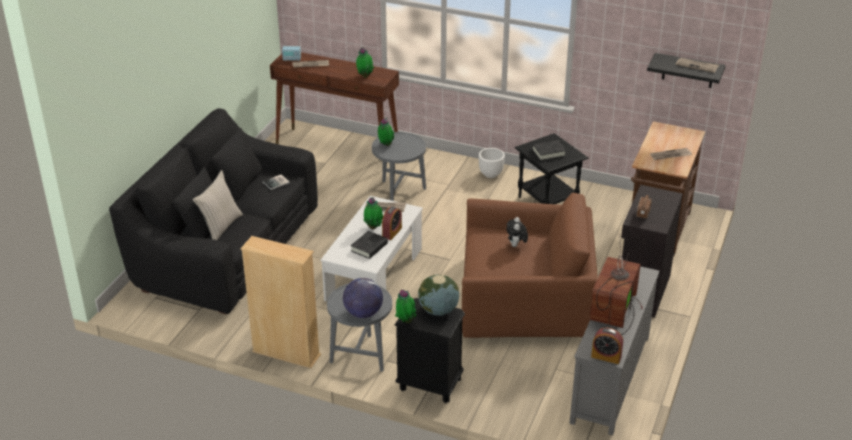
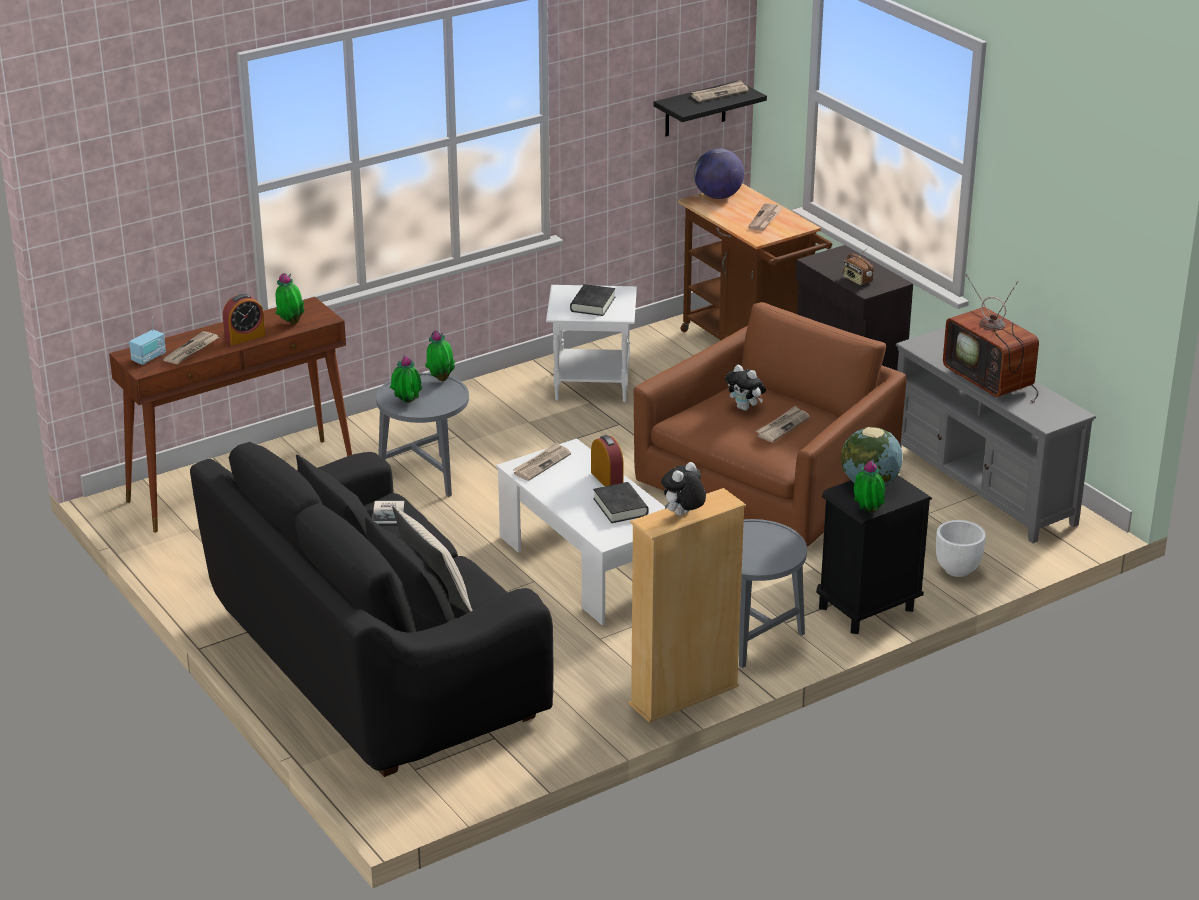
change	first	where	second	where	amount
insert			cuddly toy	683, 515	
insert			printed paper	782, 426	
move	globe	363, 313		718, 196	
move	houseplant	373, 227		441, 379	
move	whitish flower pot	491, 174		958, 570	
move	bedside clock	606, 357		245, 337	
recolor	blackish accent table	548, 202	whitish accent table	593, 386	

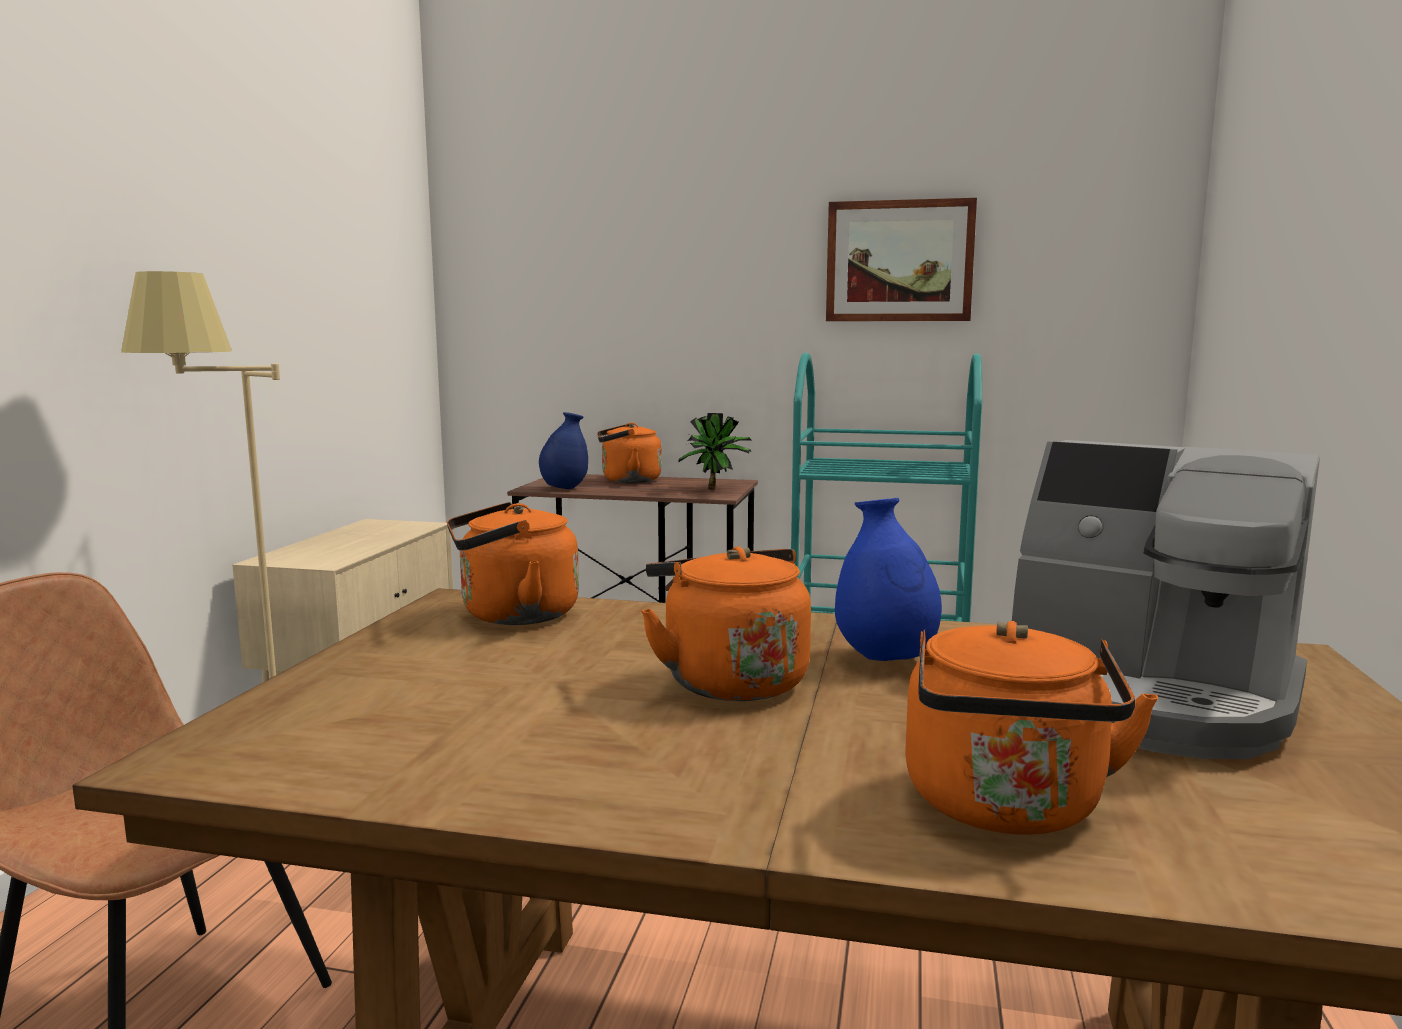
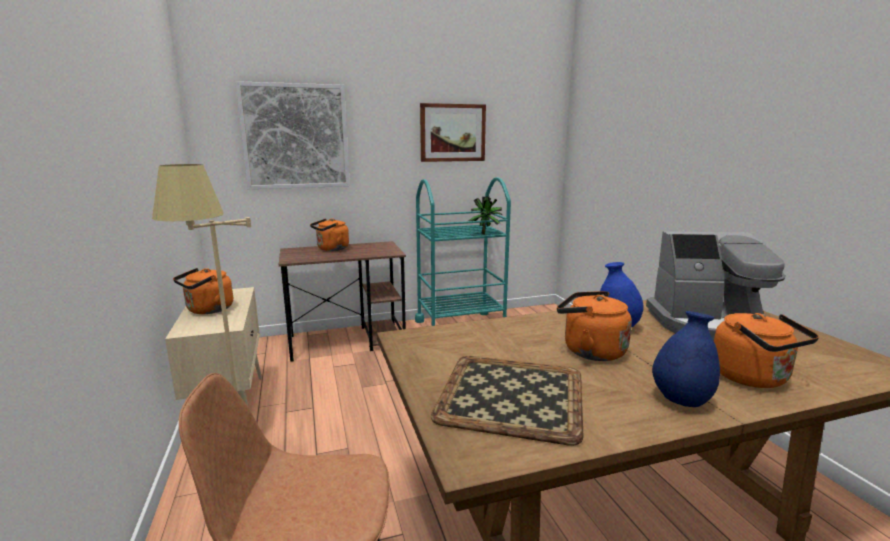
change	first	where	second	where	amount
insert			wall picture	295, 137	
insert			carrying tray	510, 396	
move	orange-coloured water kettle	512, 616		208, 310	
move	bluish decorative vase	564, 488		681, 400	
move	houseplant	717, 489		485, 234	

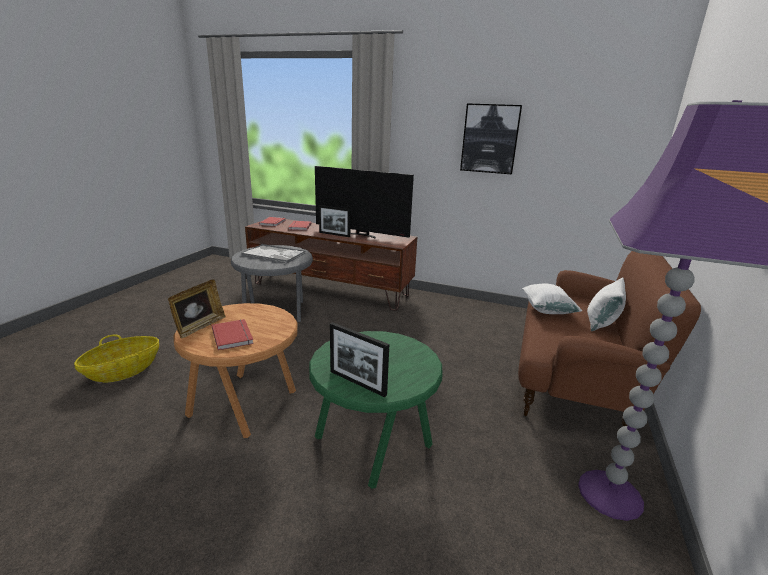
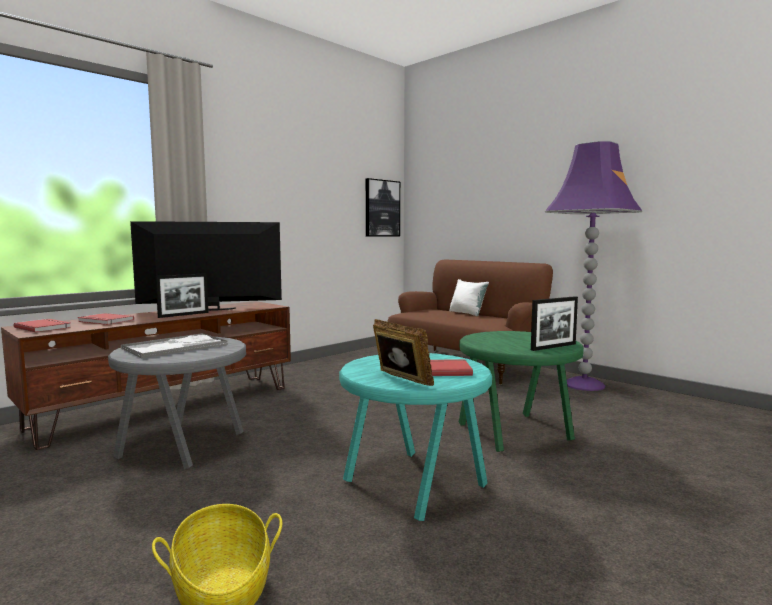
change	first	where	second	where	amount
delete	whitish cushion	547, 310			
move	wall picture	490, 139		382, 208	
recolor	brown-coloured accent table	245, 403	turquoise accent table	413, 482	
rotate	TV	362, 235		211, 309	150 degrees counterclockwise

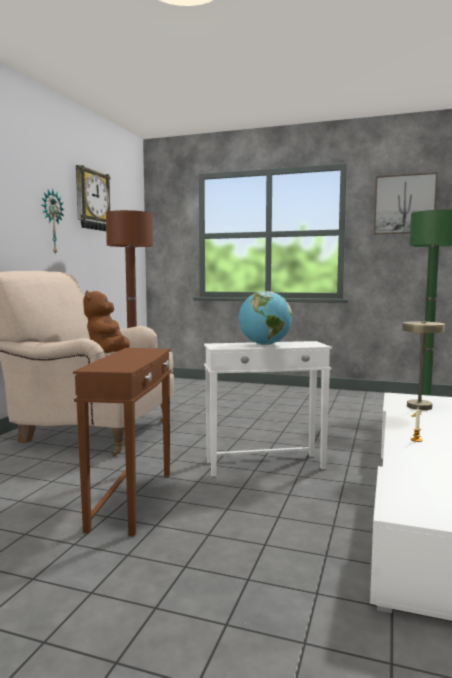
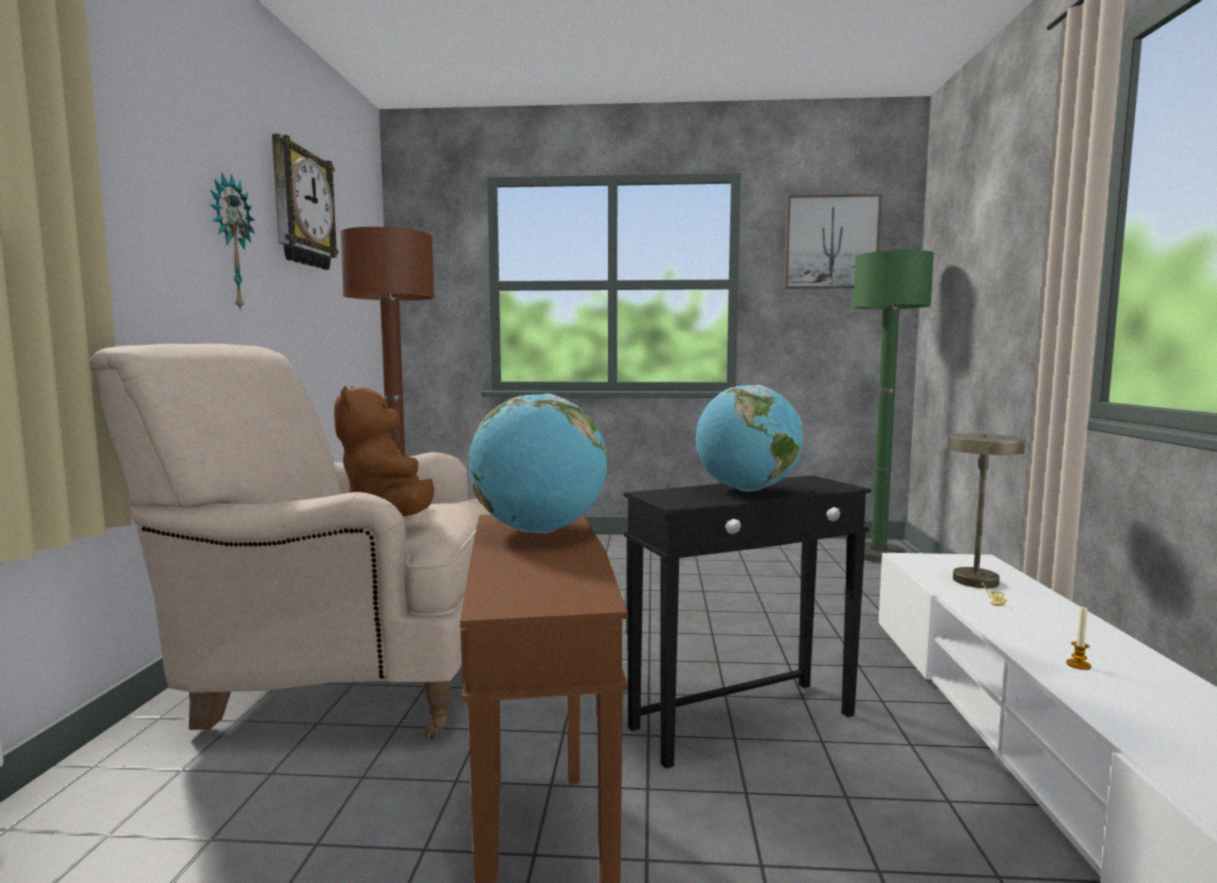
change	first	where	second	where	amount
insert			globe	539, 531	
recolor	whitish accent table	265, 465	blackish accent table	744, 721	

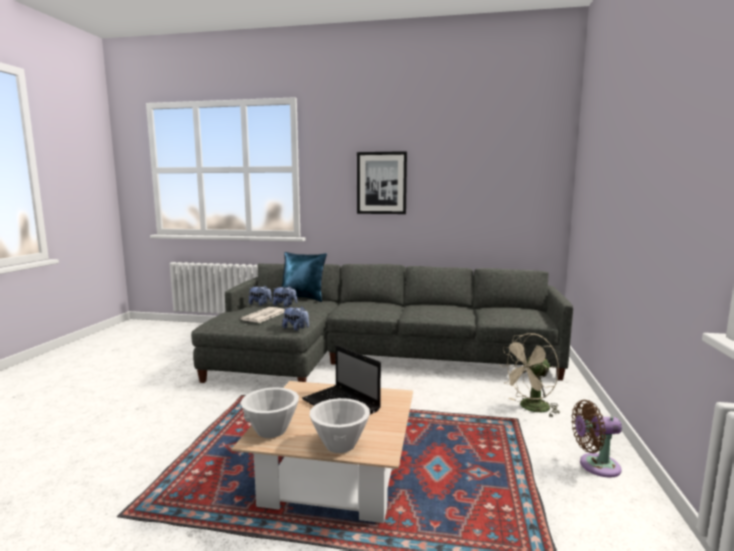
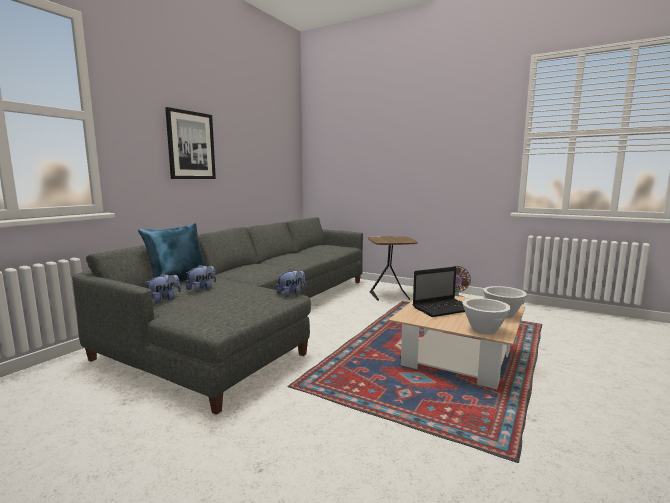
change	first	where	second	where	amount
delete	printed paper	264, 316			
replace	sand-coloured cooling fan	530, 408	brown-coloured accent table	390, 296	

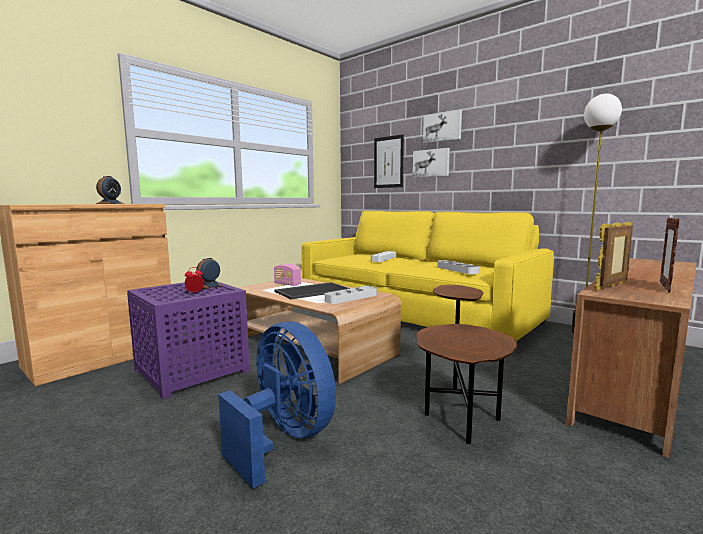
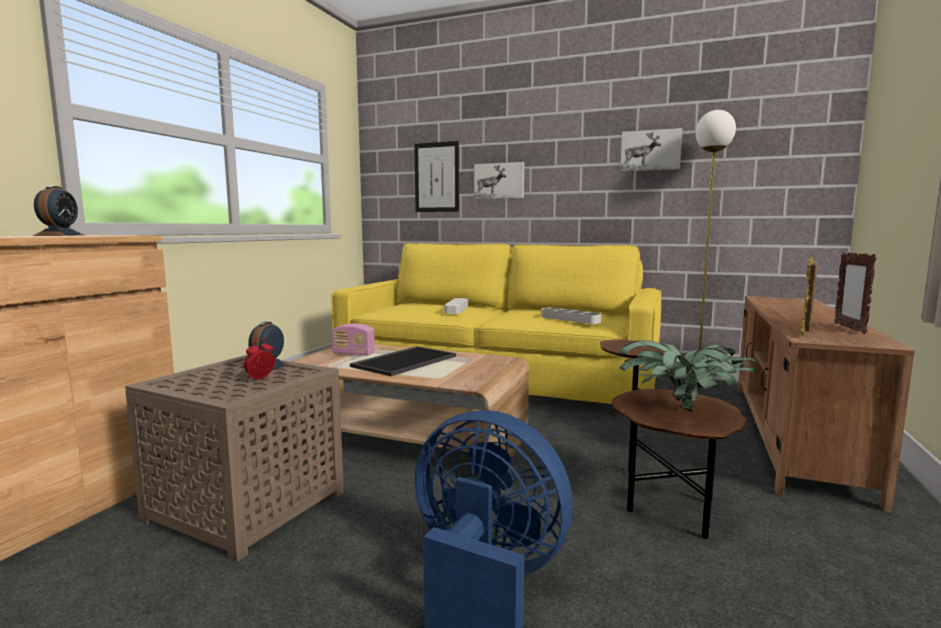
change	first	where	second	where	amount
delete	greyish carrying tray	351, 298			
insert			houseplant	682, 410	
move	wall picture	442, 127		650, 150	
recolor	purple accent table	191, 371	brown-coloured accent table	247, 507	

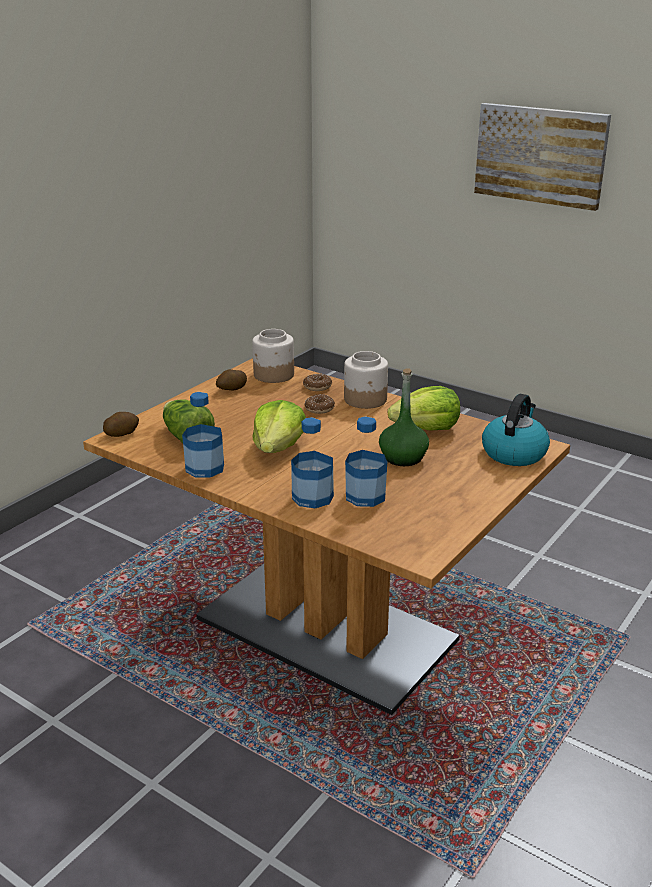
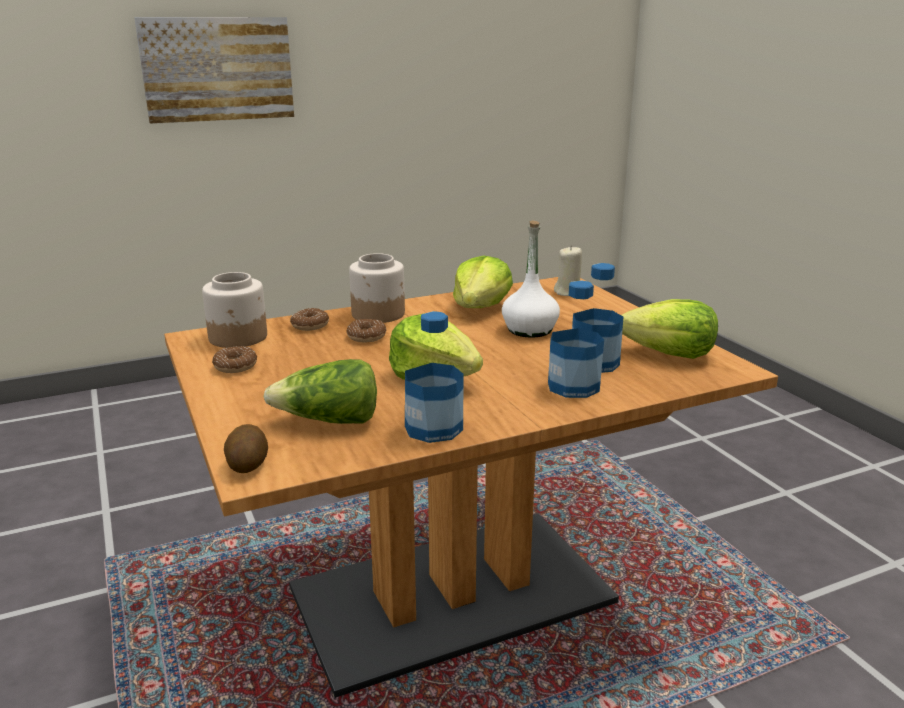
change	first	where	second	where	amount
insert			head of lettuce	669, 354	
replace	whole potato	231, 389	ring doughnut	235, 366	
replace	water kettle	514, 453	sand-coloured candle	568, 292	
recolor	green bottle	403, 458	whitish bottle	530, 330	

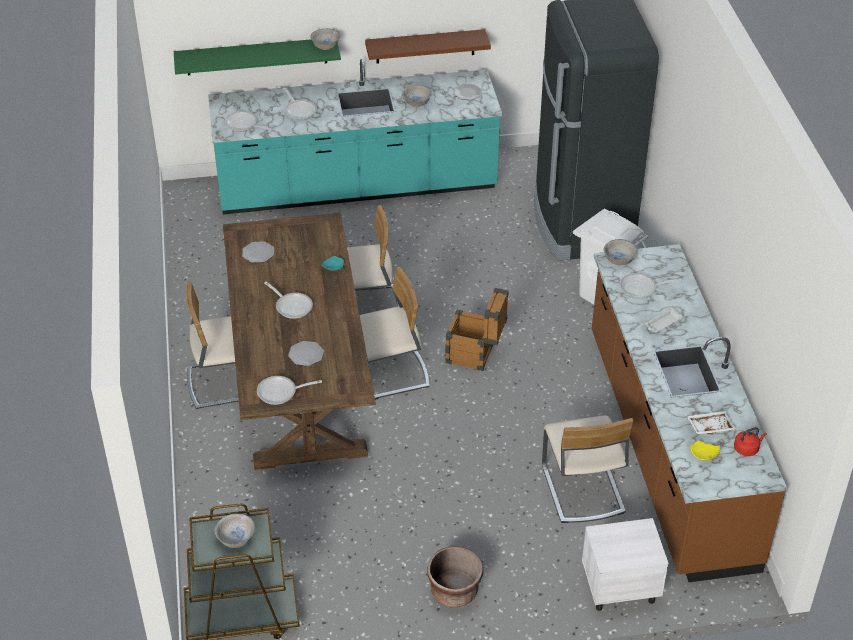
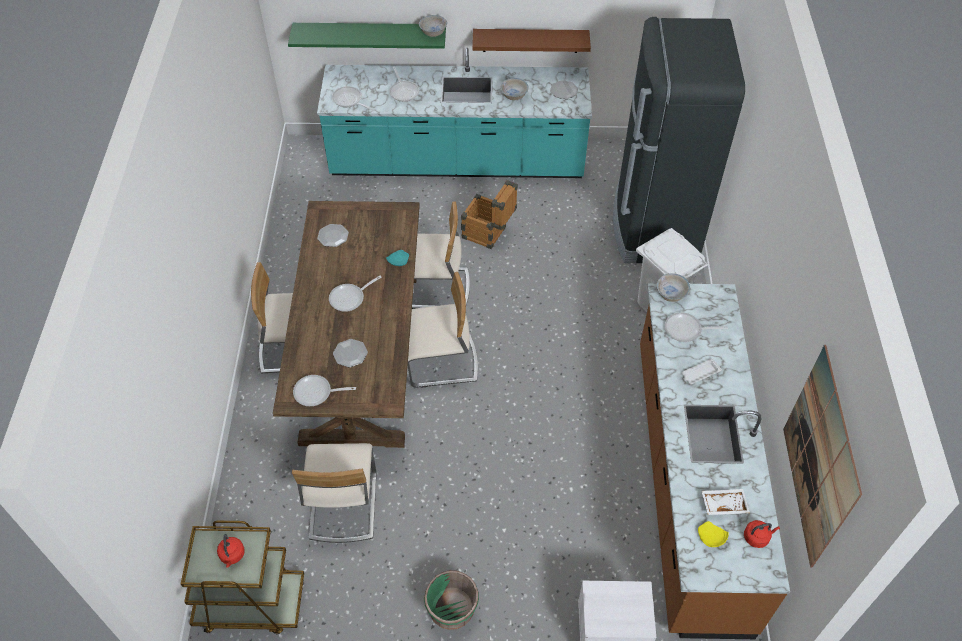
change	first	where	second	where	amount
insert			wall picture	820, 458	
move	packing crate	476, 356		488, 235	
move	sand-coloured chair	581, 489		342, 506	
replace	whitish serving bowl	236, 538	red-coloured water kettle	232, 555	
recolor	brown-coloured flower pot	454, 591	green flower pot	452, 609	
rotate	pan	292, 306		350, 298	90 degrees clockwise

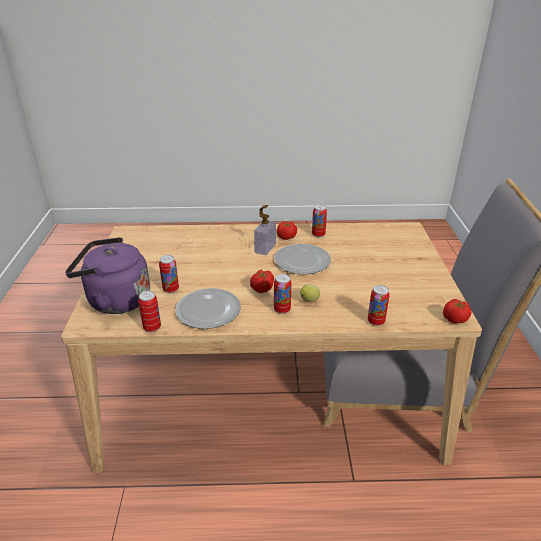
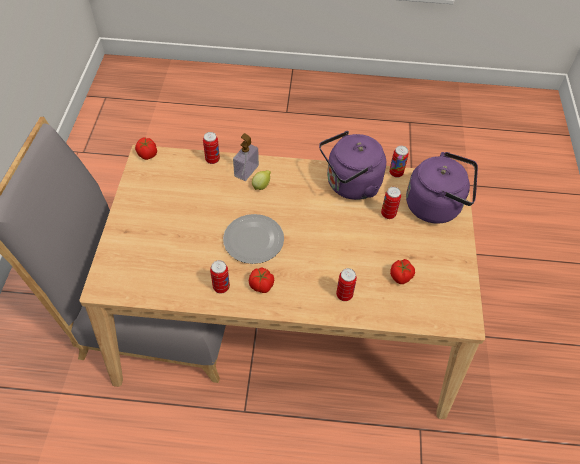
change	first	where	second	where	amount
move	whole tomato	261, 289		401, 276	
move	soap dispenser	265, 248		246, 171	
move	sealed can	282, 309		344, 295	
replace	dinner plate	209, 310	purple water kettle	350, 185	

